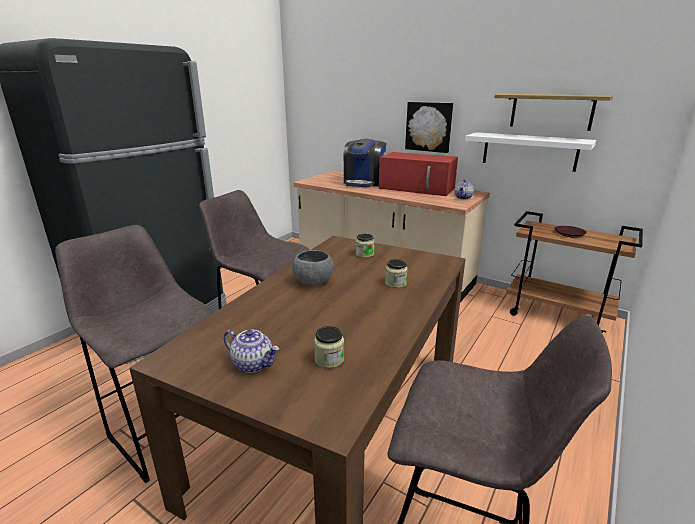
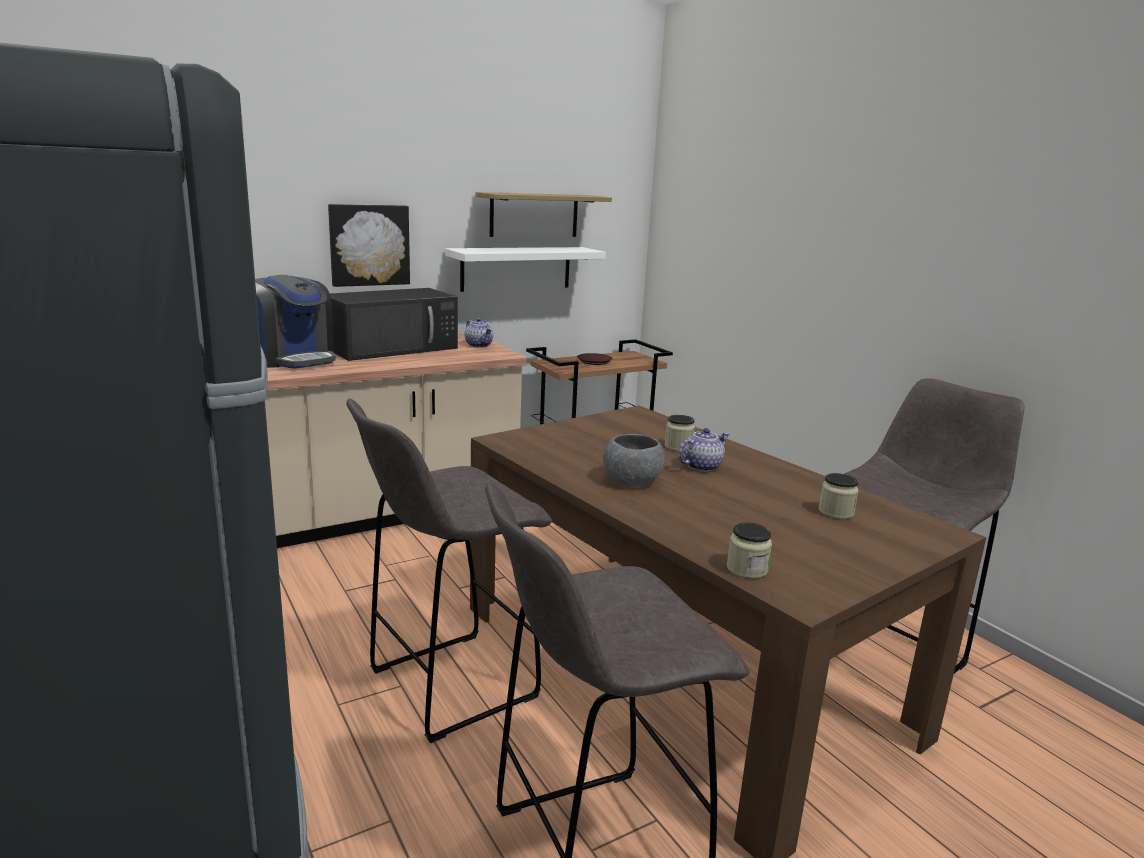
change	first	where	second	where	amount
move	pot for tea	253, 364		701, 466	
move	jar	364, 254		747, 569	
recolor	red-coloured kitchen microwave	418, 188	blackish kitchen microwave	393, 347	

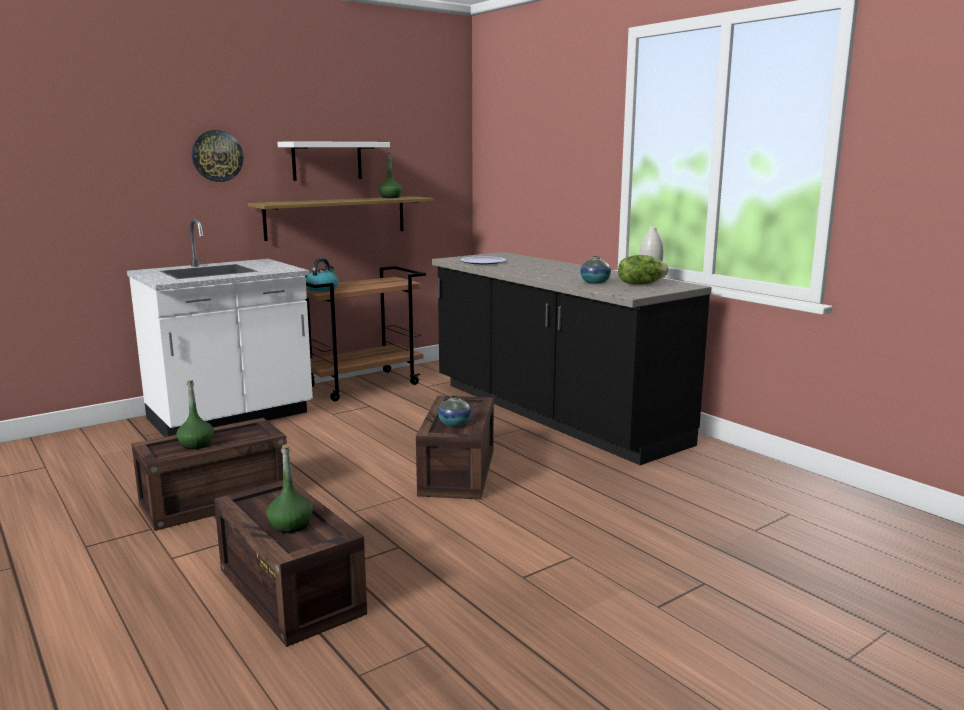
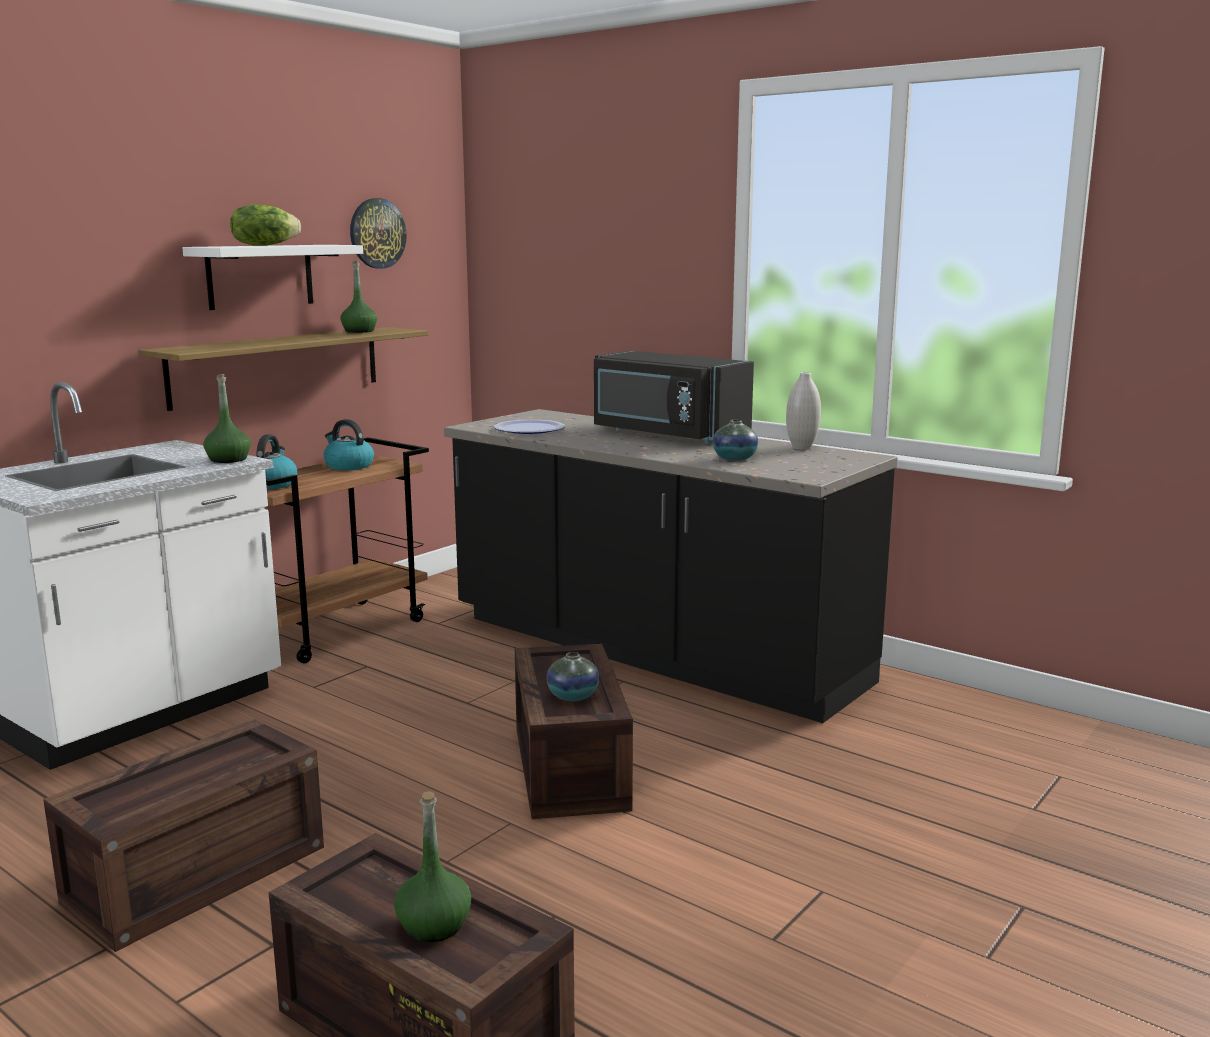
change	first	where	second	where	amount
insert			water kettle	348, 466	
insert			blackish kitchen microwave	666, 434	
move	green bottle	196, 444		228, 459	
move	hanging clock	217, 156		377, 233	
move	head of lettuce	640, 284		264, 245	

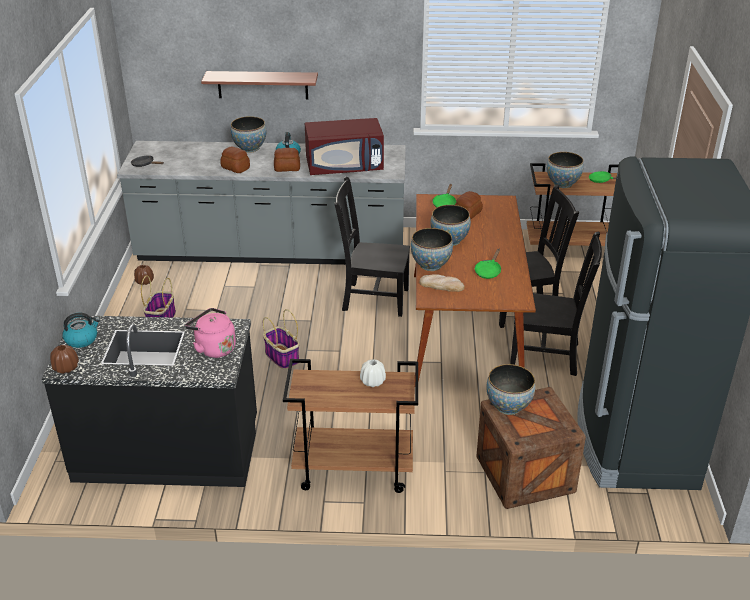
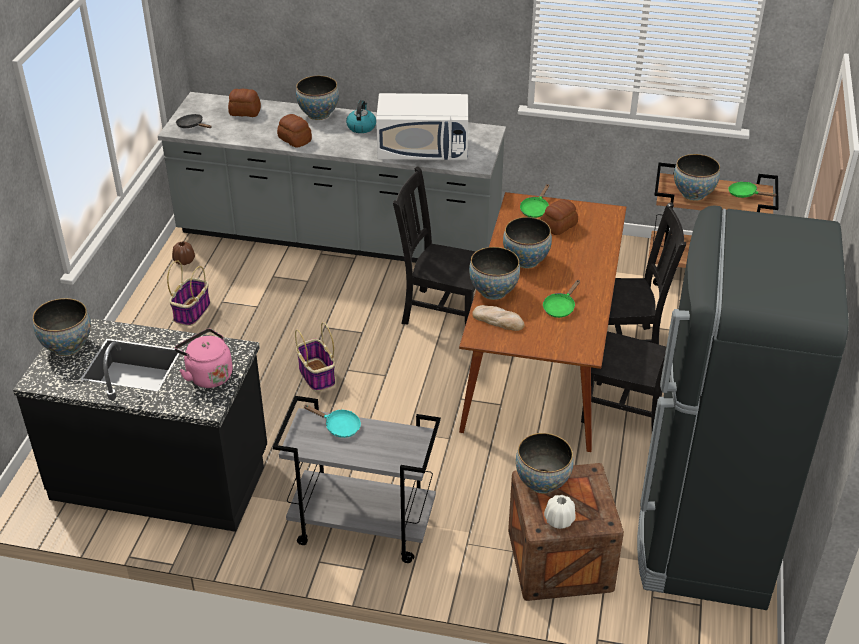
change	first	where	second	where	amount
delete	brown-coloured decorative vase	66, 368			
delete	shelf	262, 85			
insert			turquoise pan	339, 426	
move	bakery bread	287, 168		245, 112	
move	whitish decorative vase	372, 381		559, 520	
replace	water kettle	82, 339	serving bowl	67, 346	
recolor	brown-coloured cart	352, 470	greyish cart	361, 528	
recolor	red-coloured kitchen microwave	345, 167	whitish kitchen microwave	423, 150	

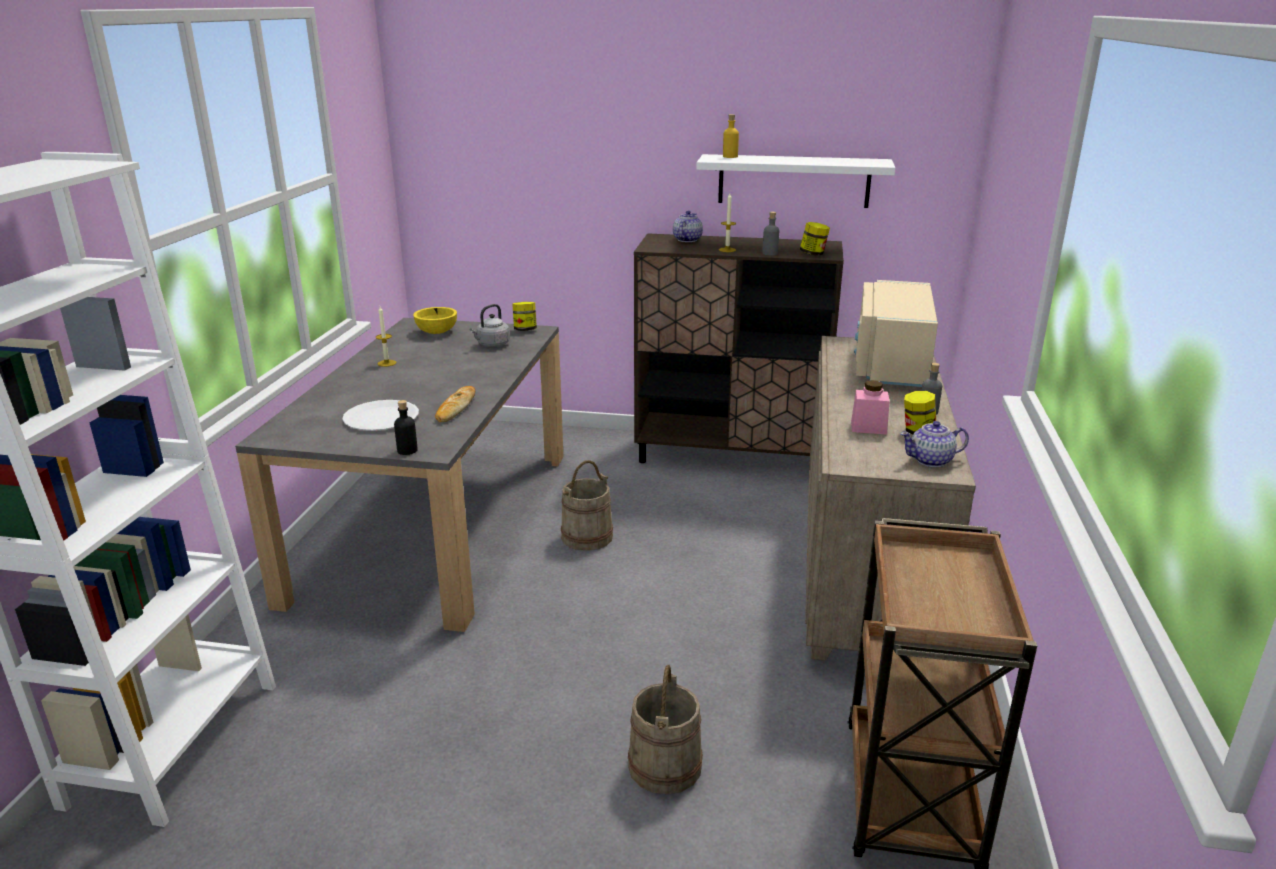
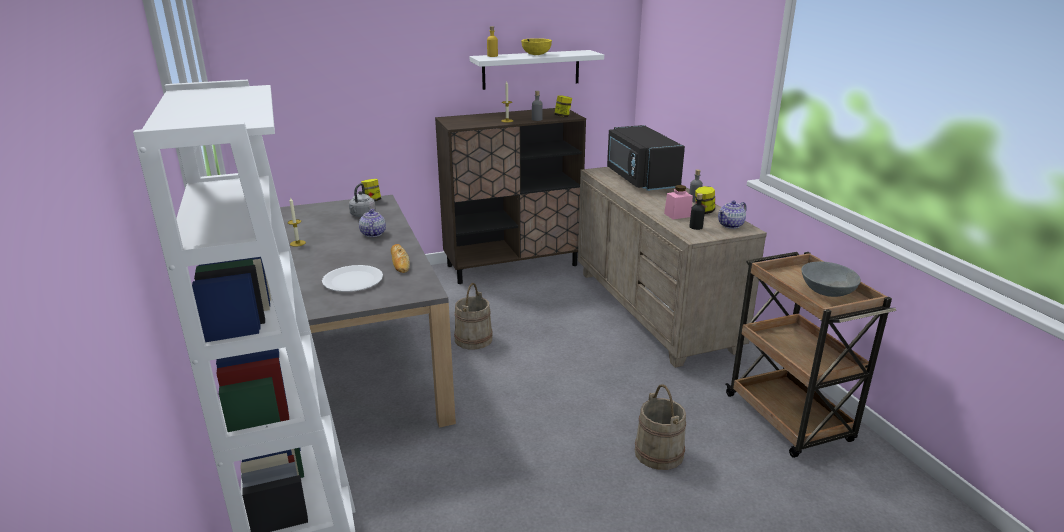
change	first	where	second	where	amount
insert			greyish serving bowl	826, 291	
move	blackish bottle	407, 450		696, 227	
move	yellow serving bowl	437, 332		536, 54	
move	pot for tea	686, 240		372, 234	
recolor	sand-coloured kitchen microwave	889, 364	blackish kitchen microwave	640, 179	

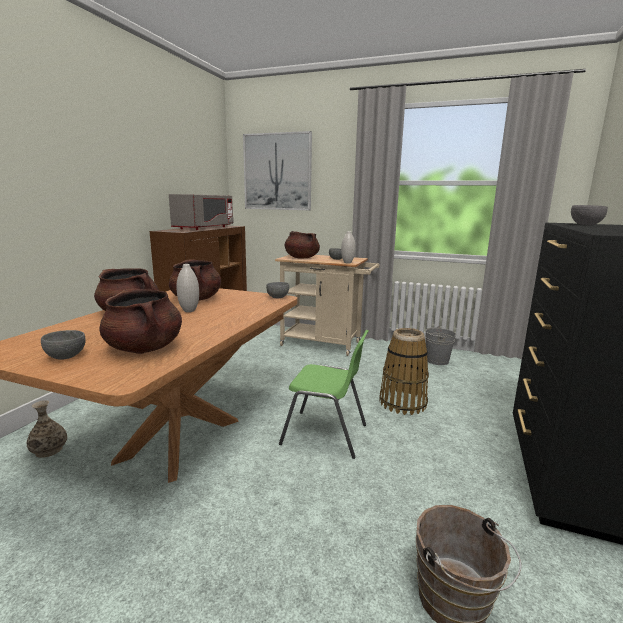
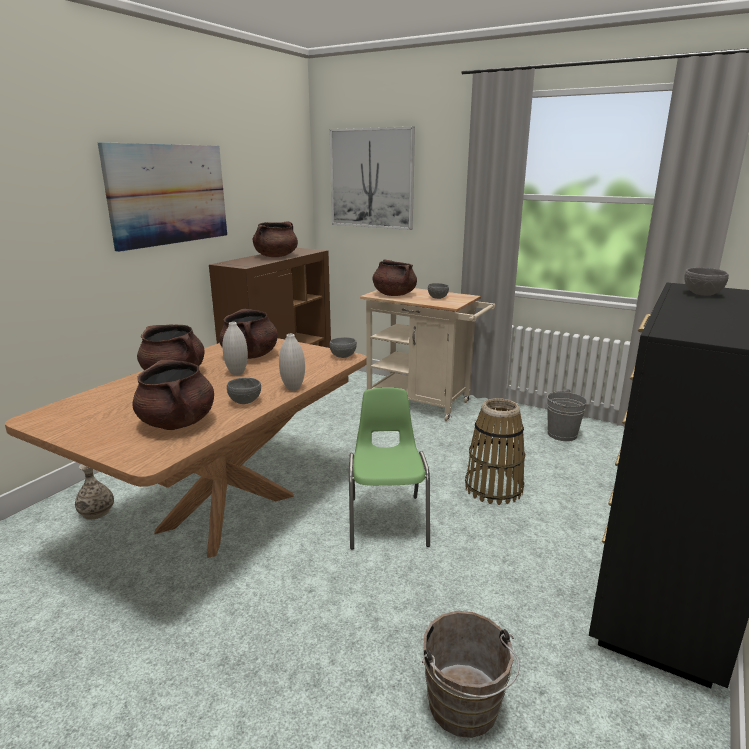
change	first	where	second	where	amount
insert			wall picture	168, 194	
move	greyish serving bowl	65, 357		244, 402	
move	whitish decorative vase	347, 263		293, 388	
replace	greyish kitchen microwave	205, 228	brown-coloured saucepot	276, 256	
rotate	green chair	326, 434		387, 520	120 degrees counterclockwise

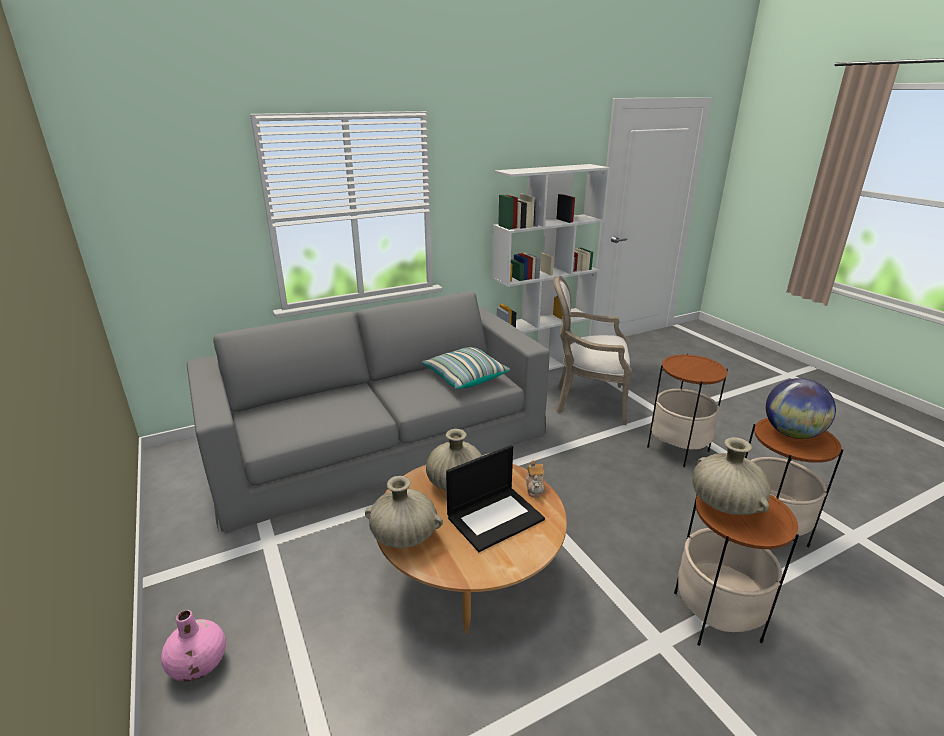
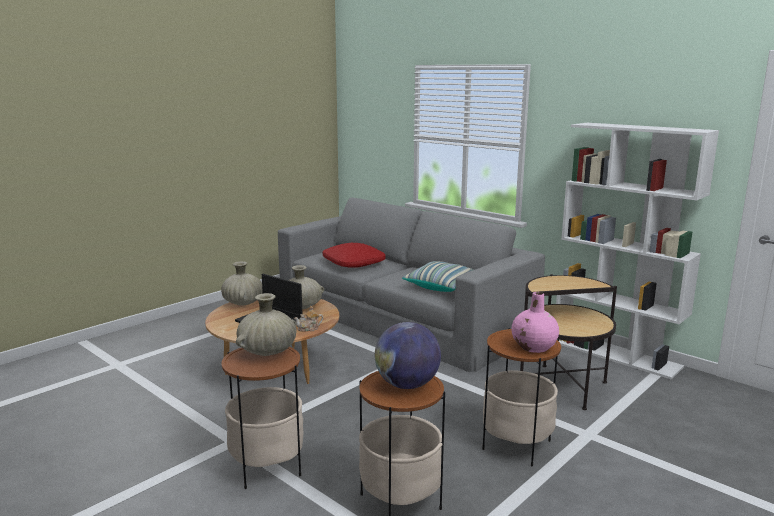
change	first	where	second	where	amount
insert			red-coloured cushion	354, 263	
move	pink decorative vase	199, 664		534, 347	
replace	easy chair	586, 401	accent table	563, 386	

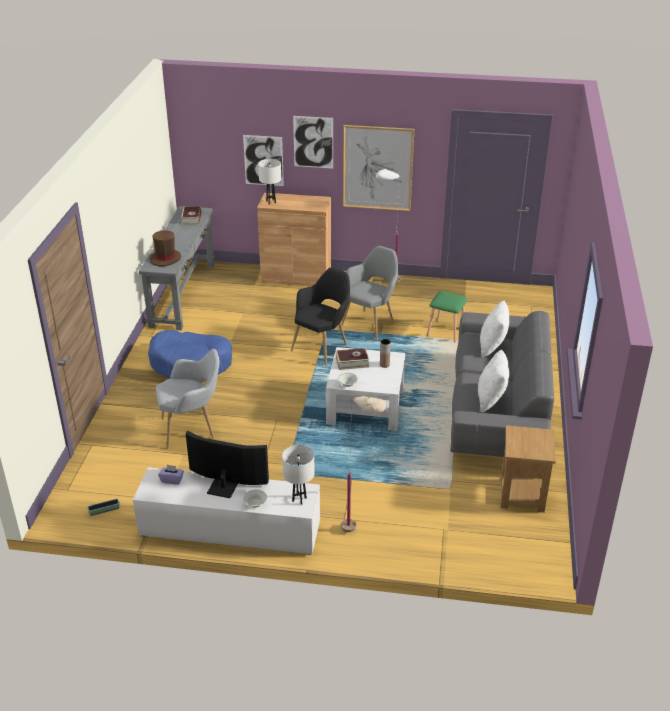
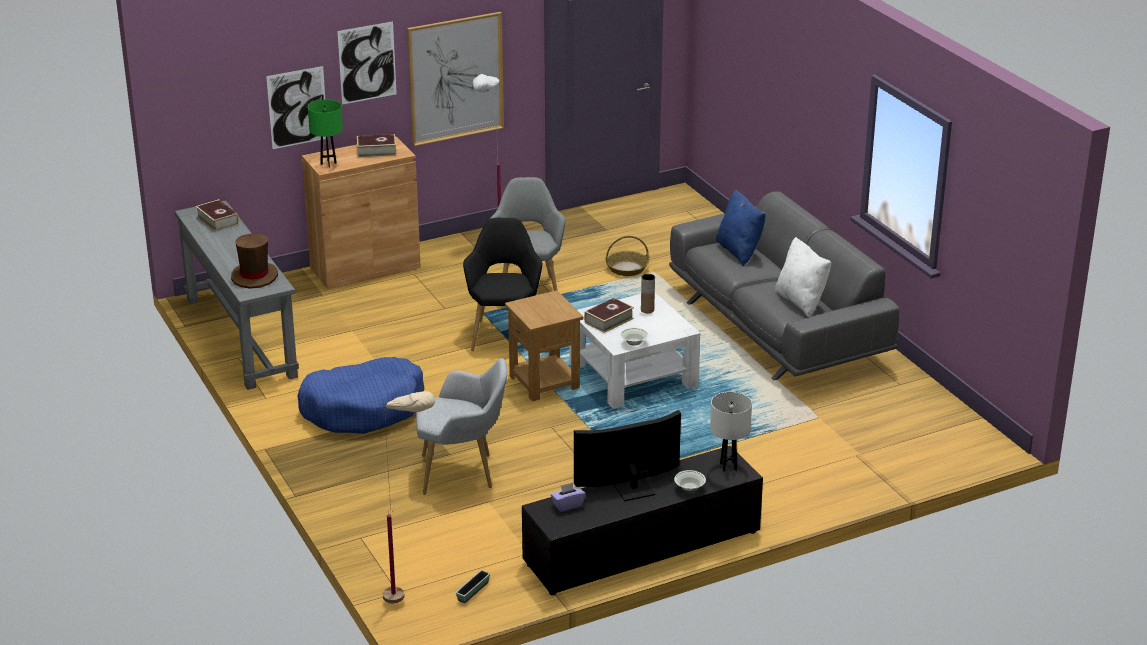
change	first	where	second	where	amount
insert			bound book	376, 151	
move	sand-coloured standard lamp	360, 534		412, 600	
move	brown-coloured accent table	522, 496		545, 383	
replace	green stool	446, 331	household basket	627, 268	
recolor	whitish media console	229, 530	blackish media console	641, 548	
recolor	whitish tabletop lamp	271, 202	green tabletop lamp	328, 163	
recolor	whitish cushion	492, 346	bluish cushion	739, 251	
rotate	greyish easy chair	192, 429		463, 473	45 degrees clockwise

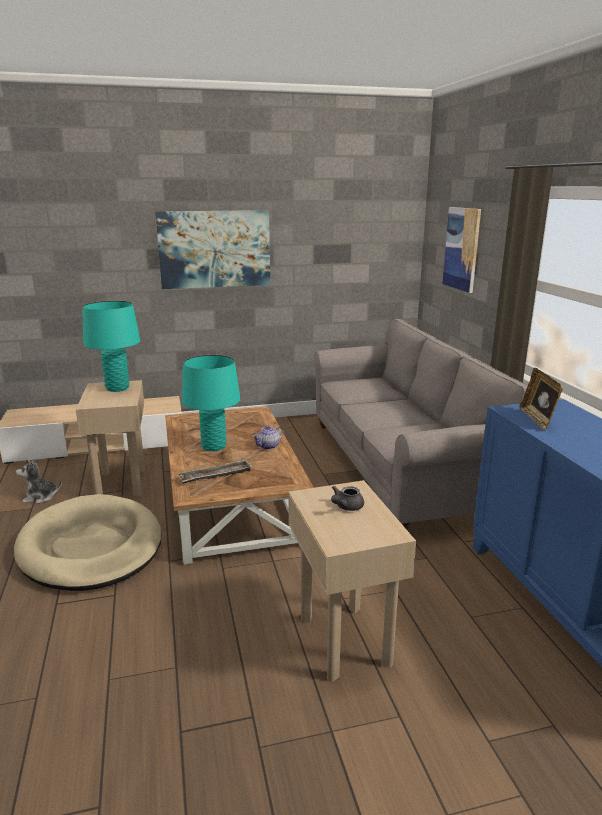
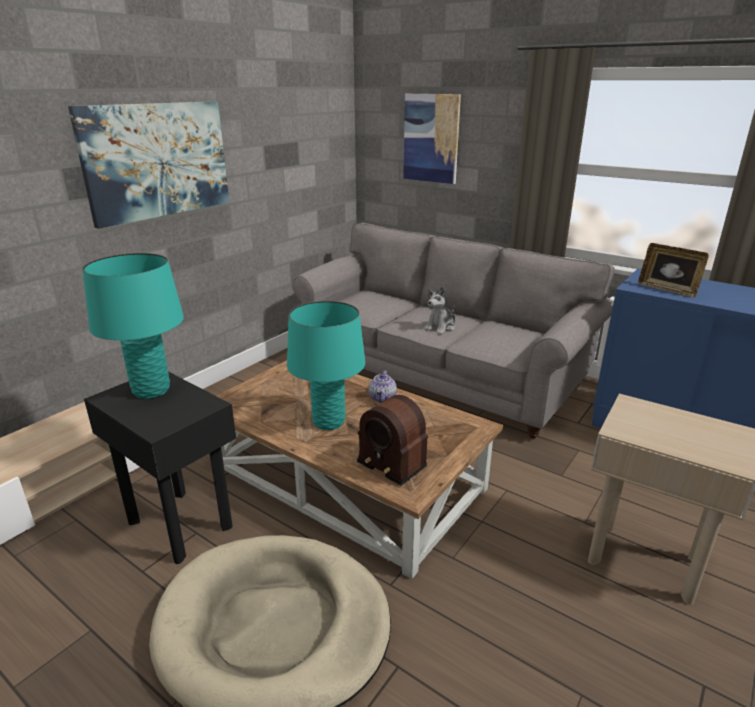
change	first	where	second	where	amount
delete	greyish pot for tea	346, 507			
move	cuddly toy	40, 497		441, 327	
replace	carrying tray	215, 475	radio	393, 454	
recolor	sand-coloured accent table	122, 483	blackish accent table	181, 523	

